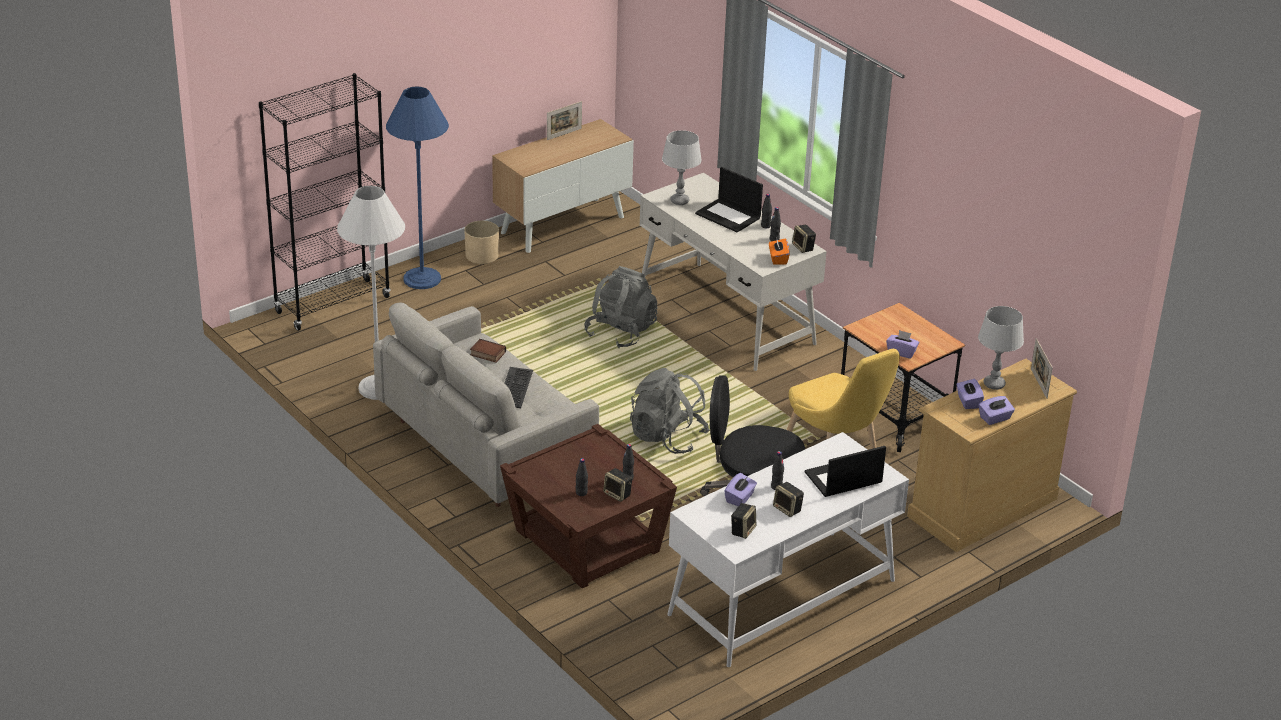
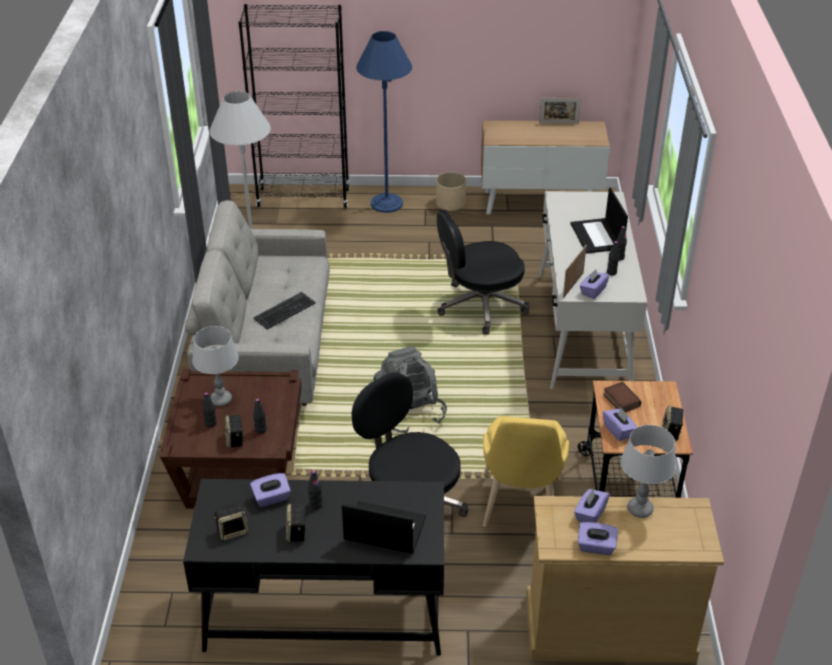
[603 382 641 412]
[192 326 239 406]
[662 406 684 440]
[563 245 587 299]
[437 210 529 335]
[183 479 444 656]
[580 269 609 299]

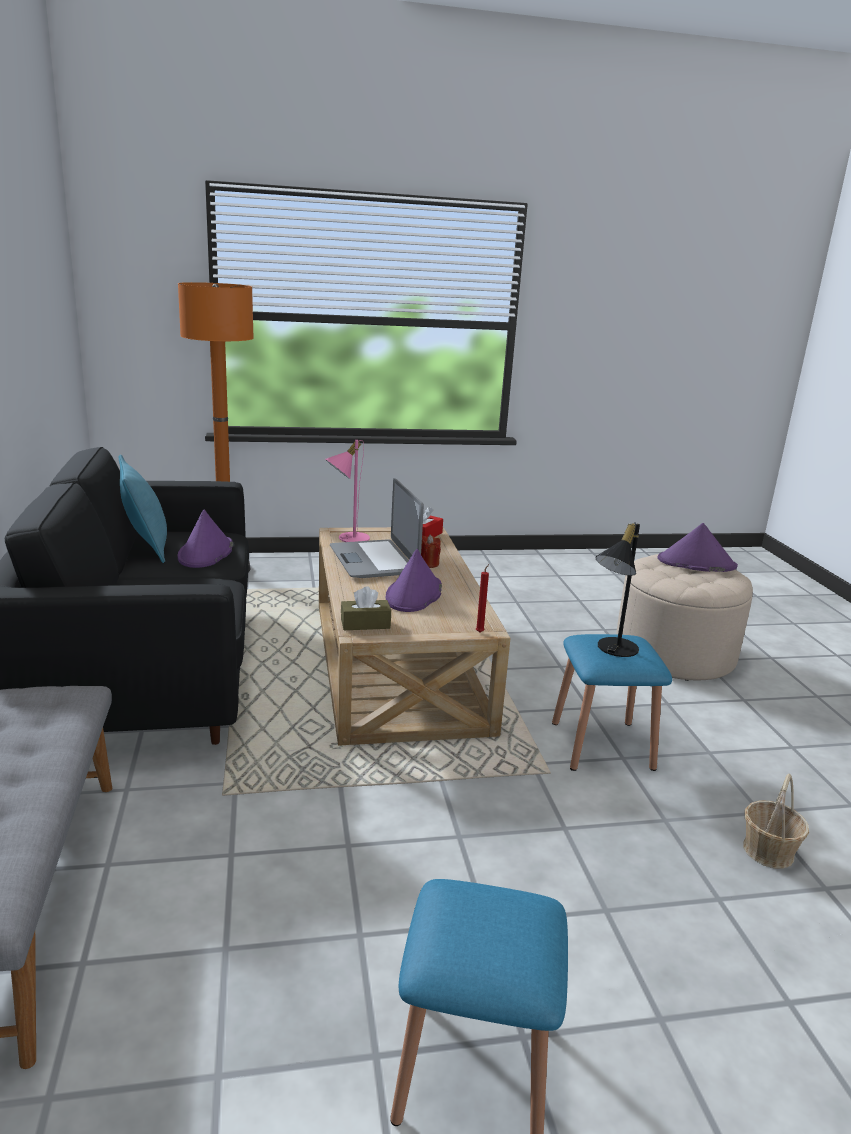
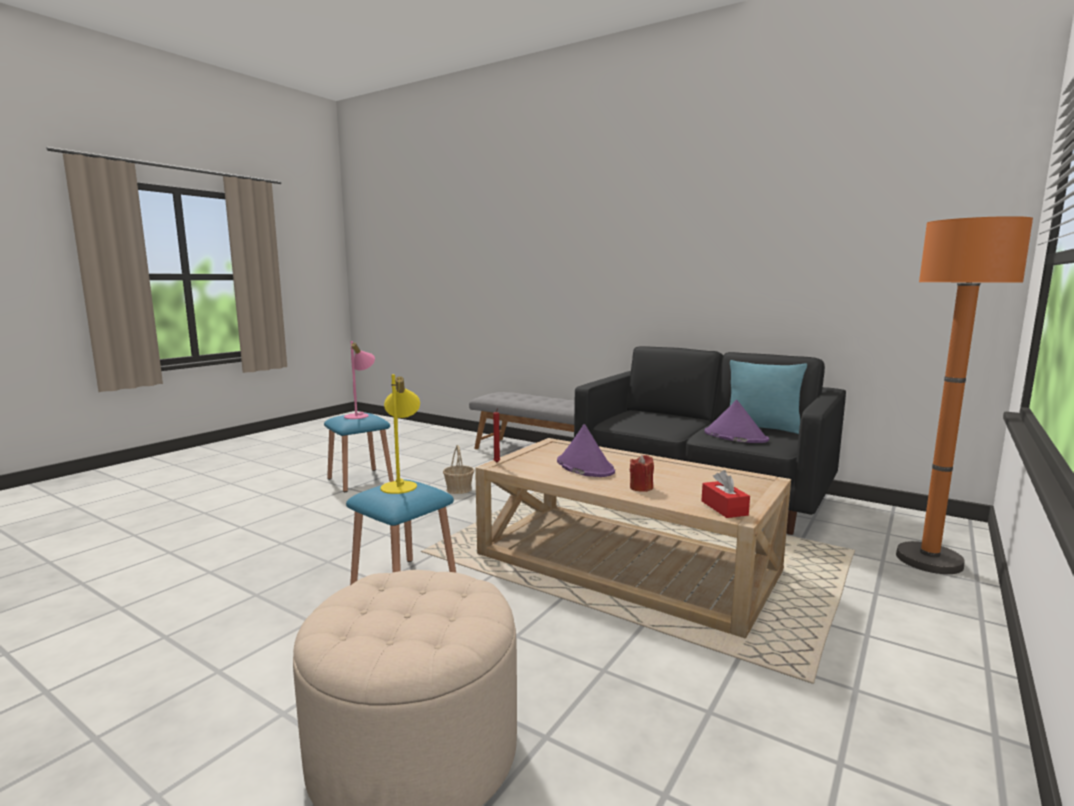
[330 478 424 578] (first image)
[341 586 391 630] (first image)
[658 523 738 572] (first image)
[344 341 375 419]
[443 445 474 494]
[380 374 420 494]

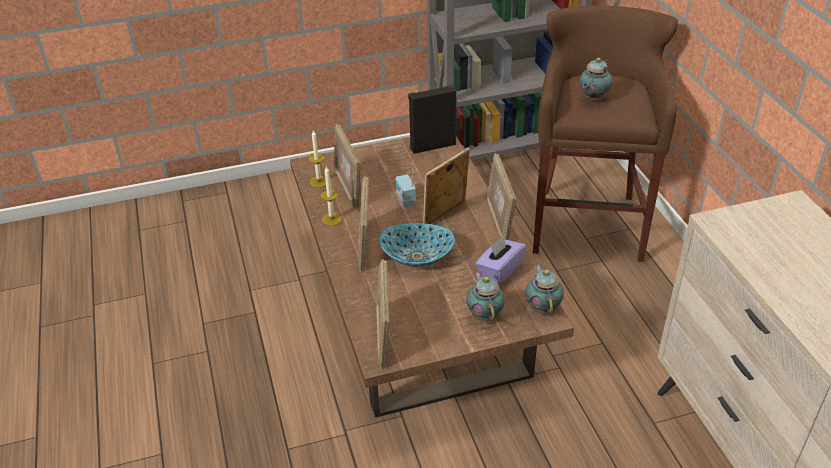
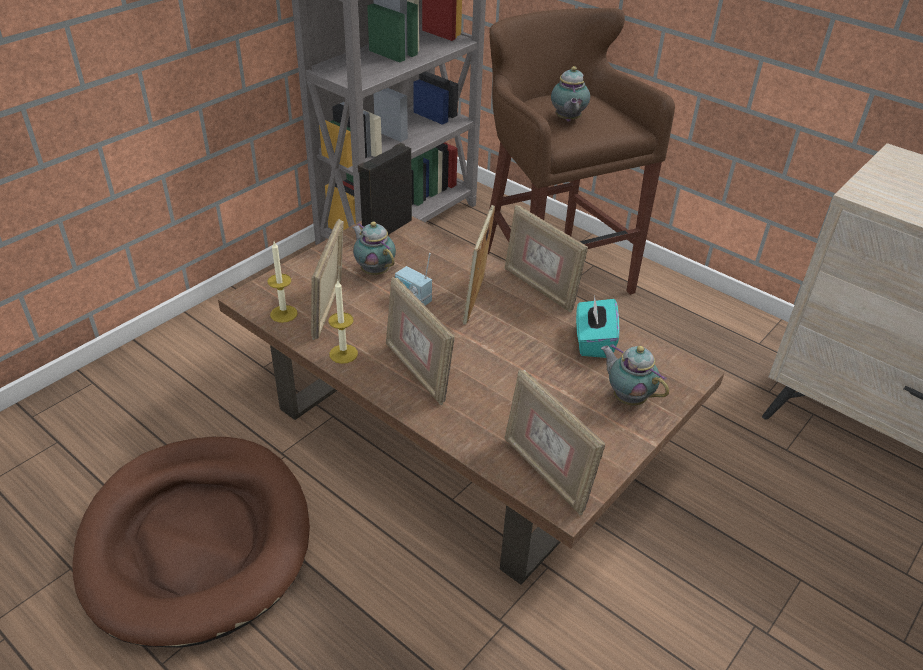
[379 223 455 267] (first image)
[73 437 310 648]
[352 221 396 275]
[576 295 619 358]
[311 219 344 340]

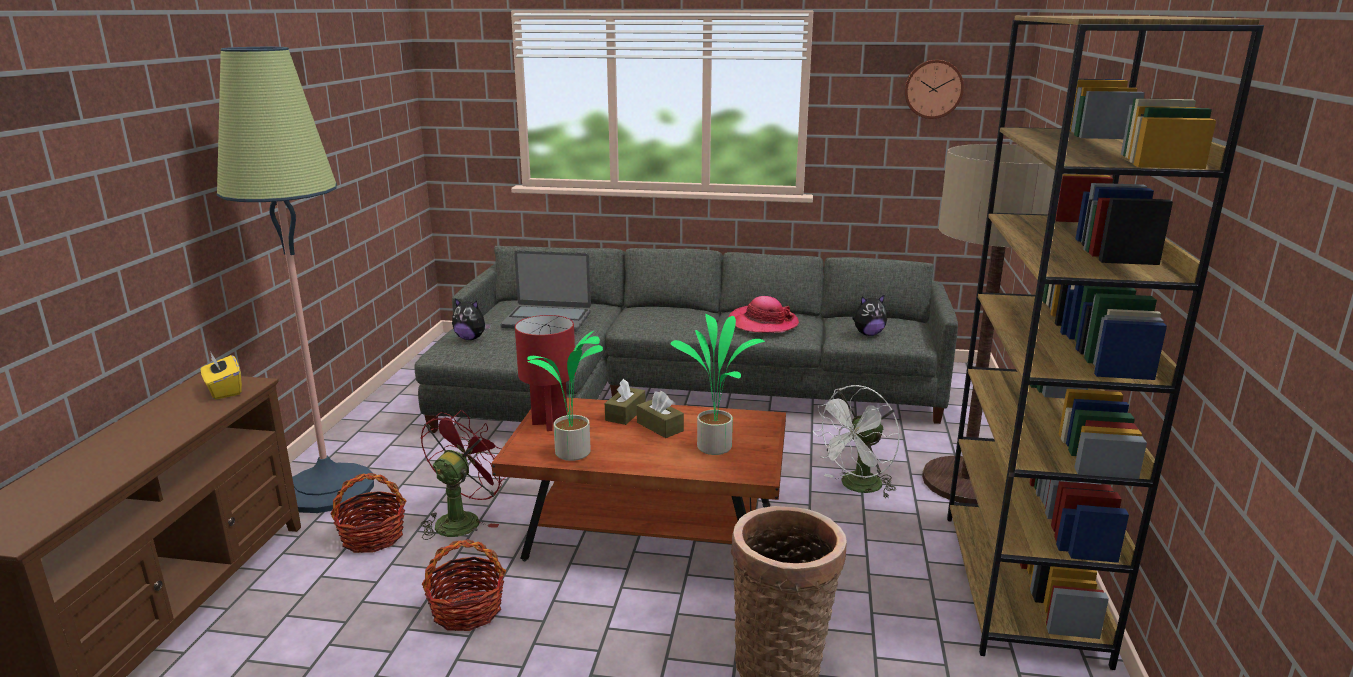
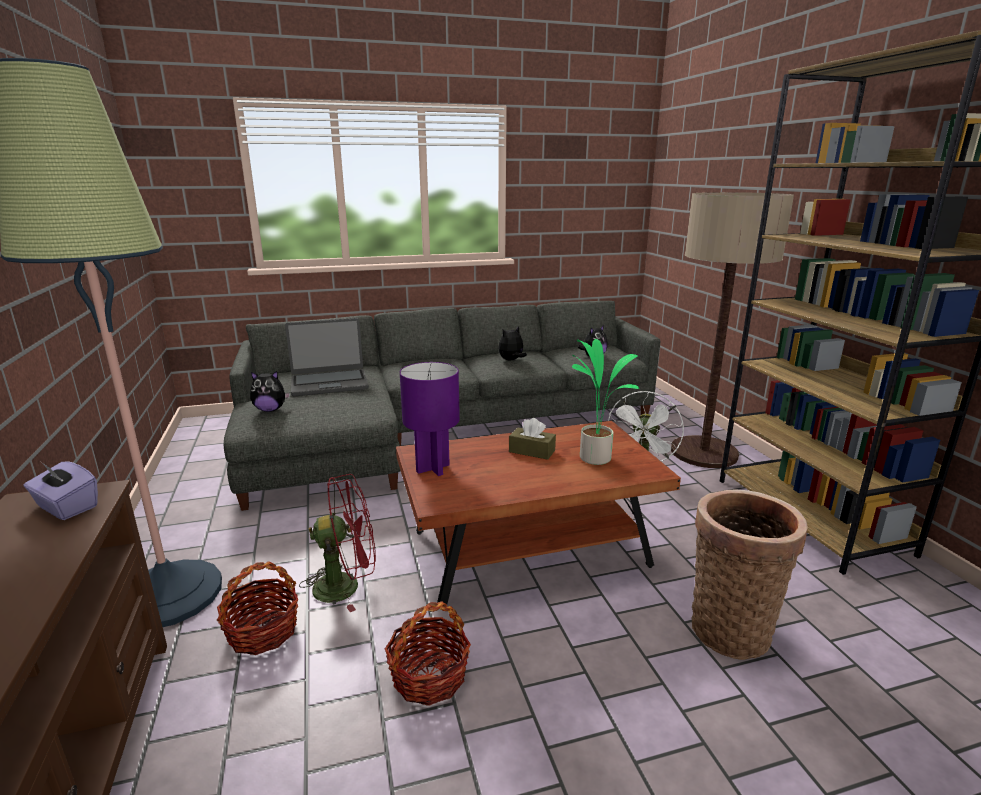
[527 330 603 461] (first image)
[605 379 645 425] (first image)
[904 59 964 119] (first image)
[498 326 527 360]
[24 461 98 520]
[400 362 460 476]
[299 474 376 612]

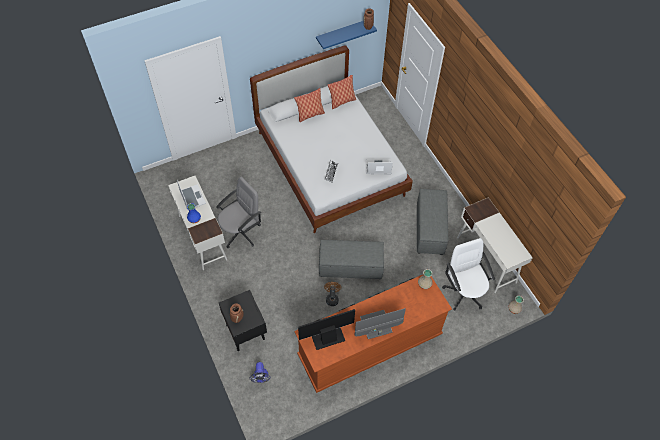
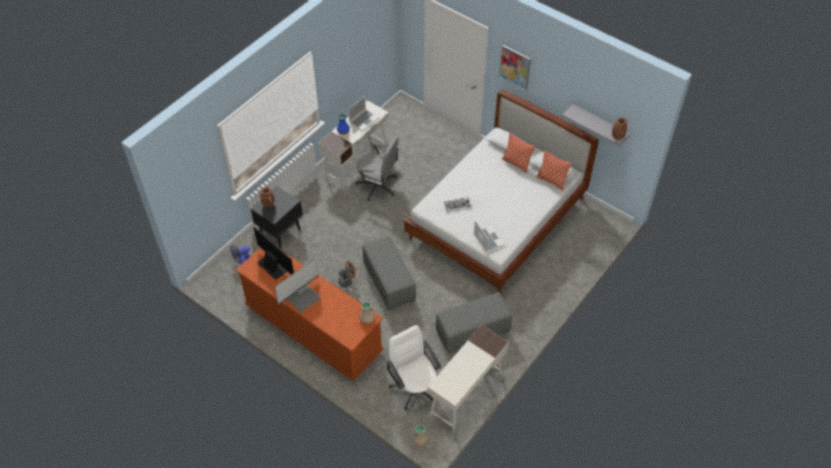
[499 45 531 91]
[562 104 630 146]
[274 258 321 312]
[386 325 441 410]

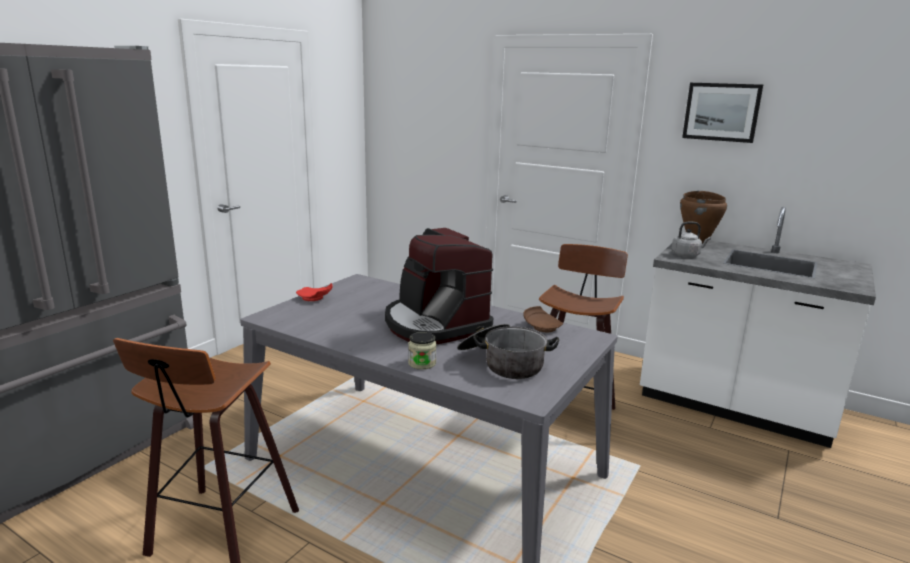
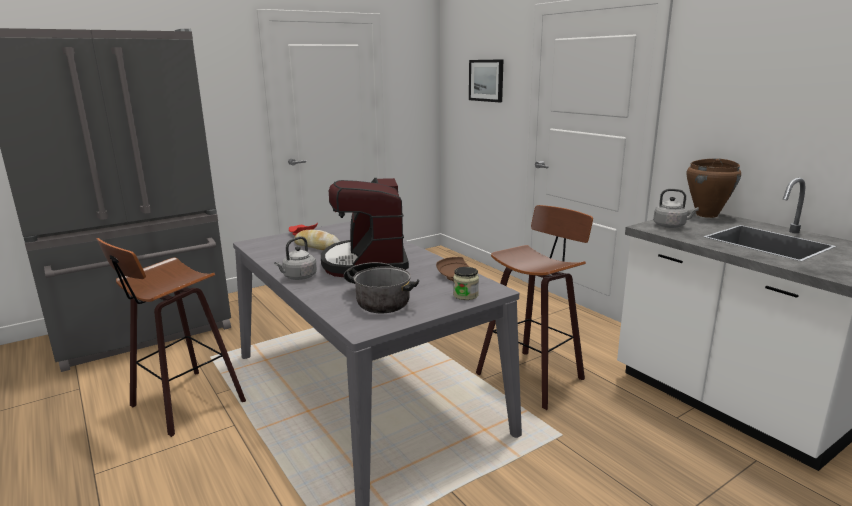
[274 237 317 280]
[294 230 340 250]
[453 267 479 300]
[469 59 503 102]

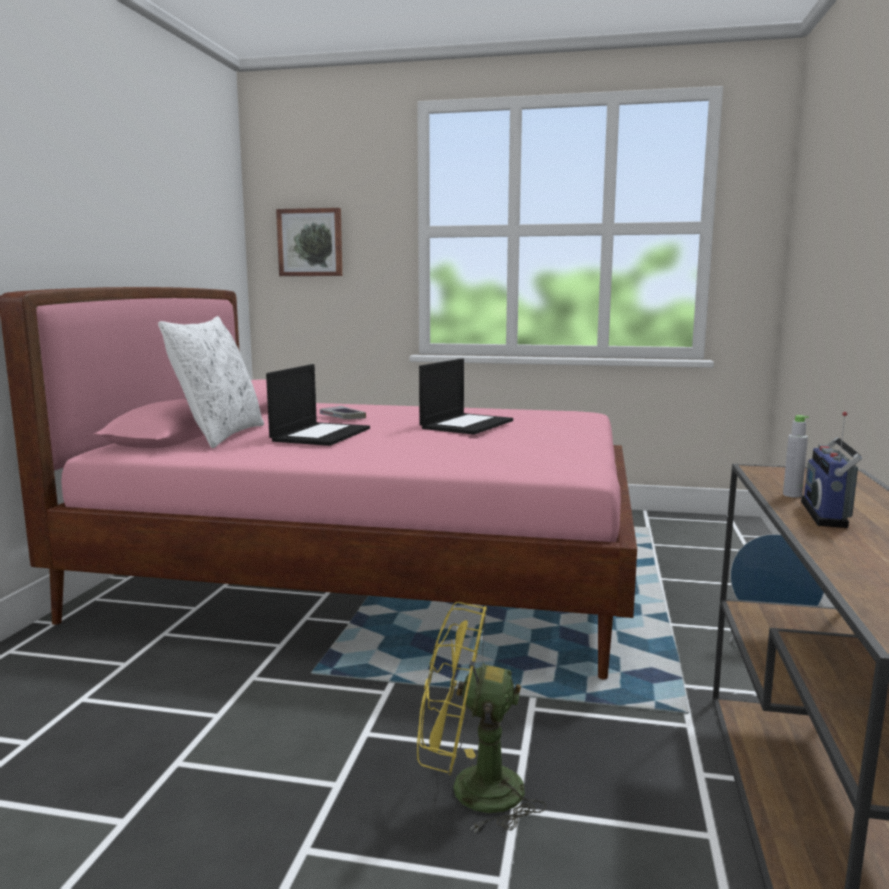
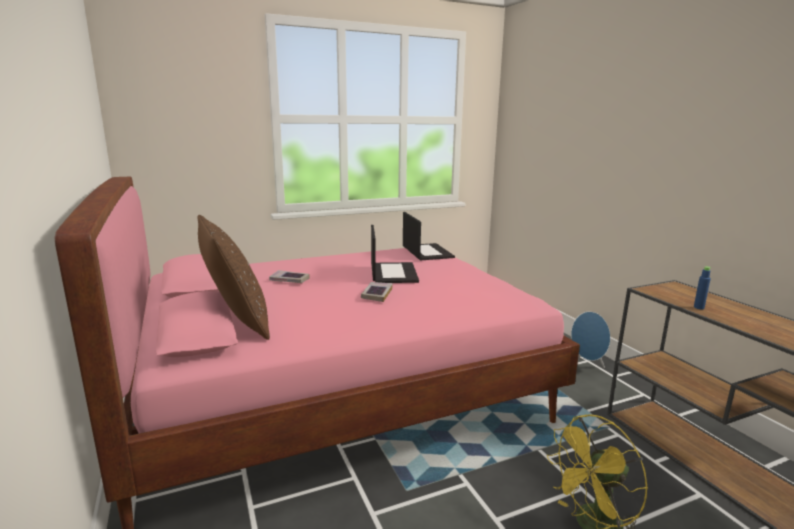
[276 208 342 276] (first image)
[801 412 862 528] (first image)
[361 282 393 302]
[403 212 455 260]
[198 215 270 340]
[694 266 711 309]

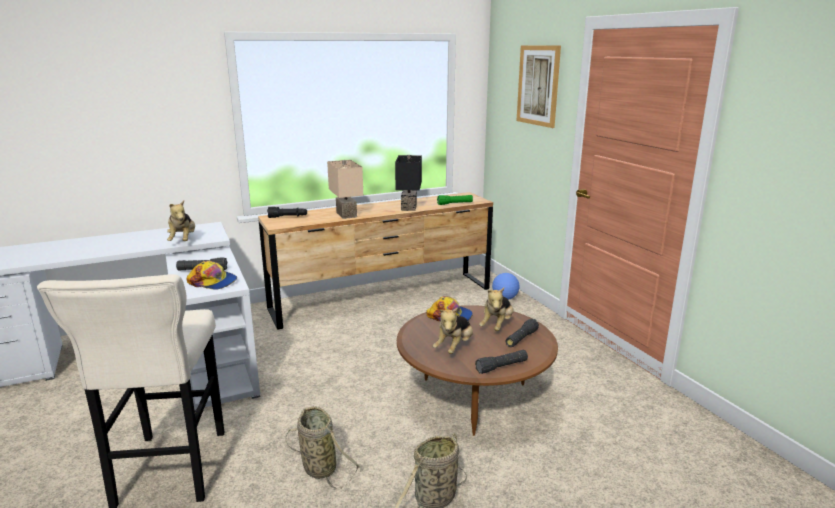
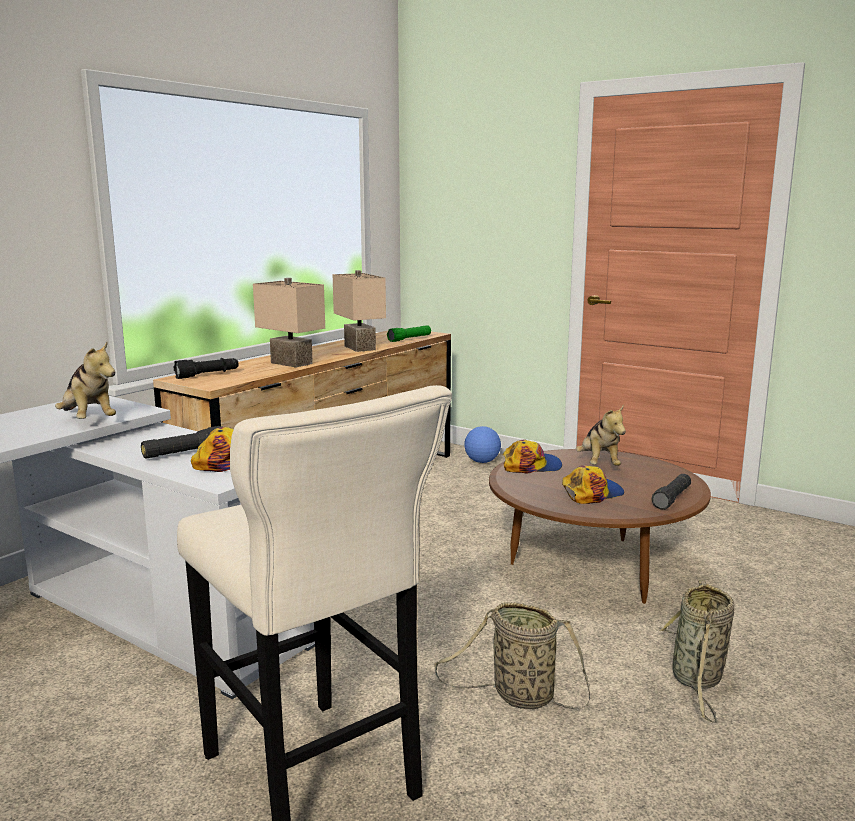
[506 319 539 347] (first image)
[517 46 561 128] (first image)
[562 465 624 504]
[333 270 386 352]

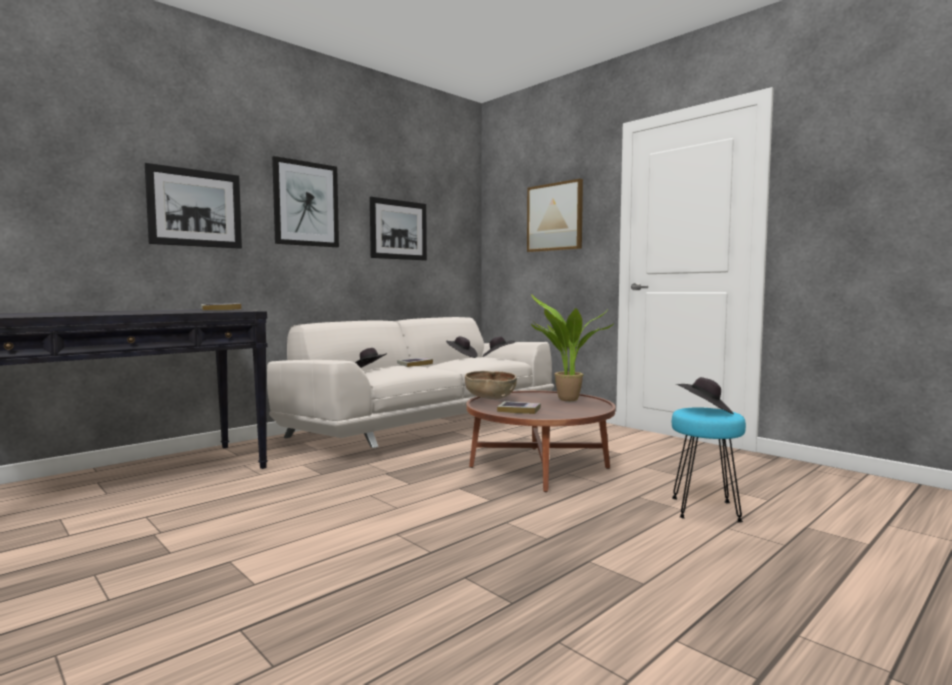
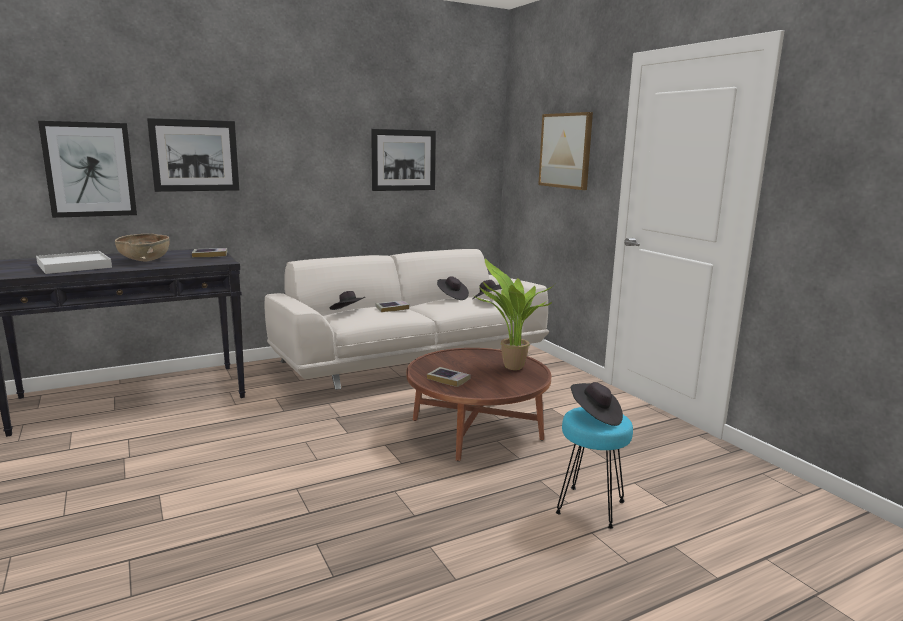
[36 251 112 274]
[38 121 137 218]
[115 234 170 261]

